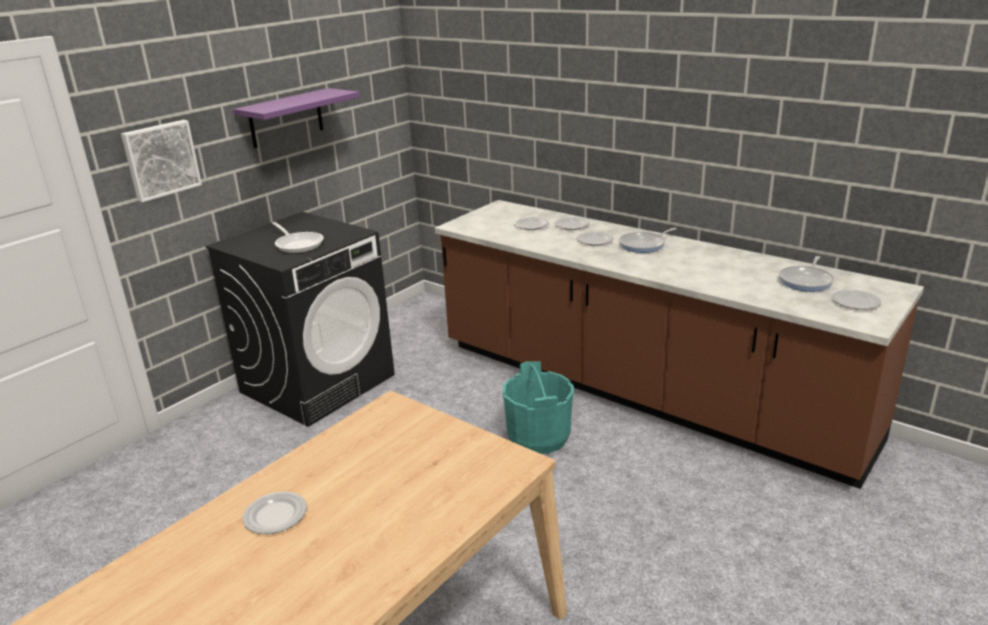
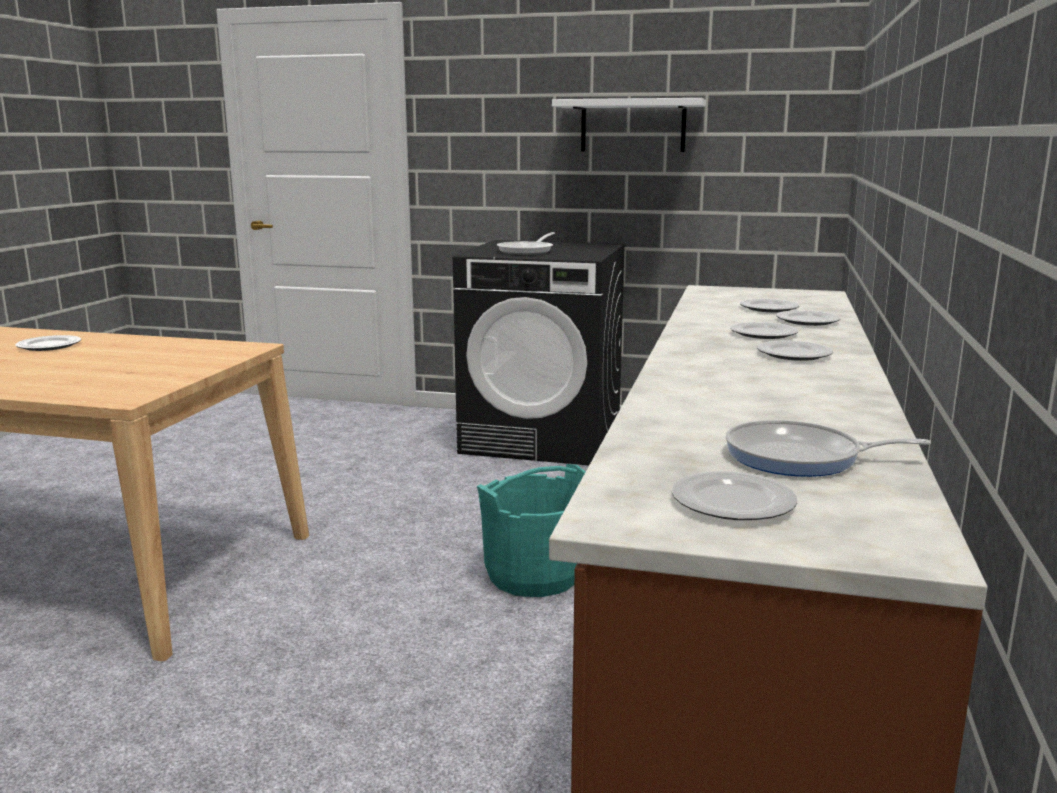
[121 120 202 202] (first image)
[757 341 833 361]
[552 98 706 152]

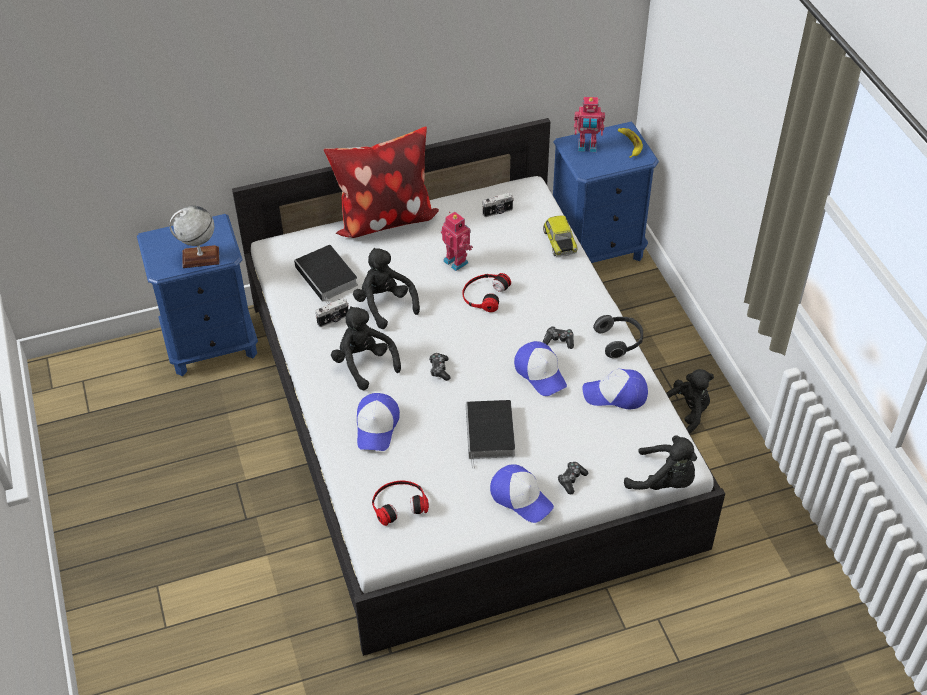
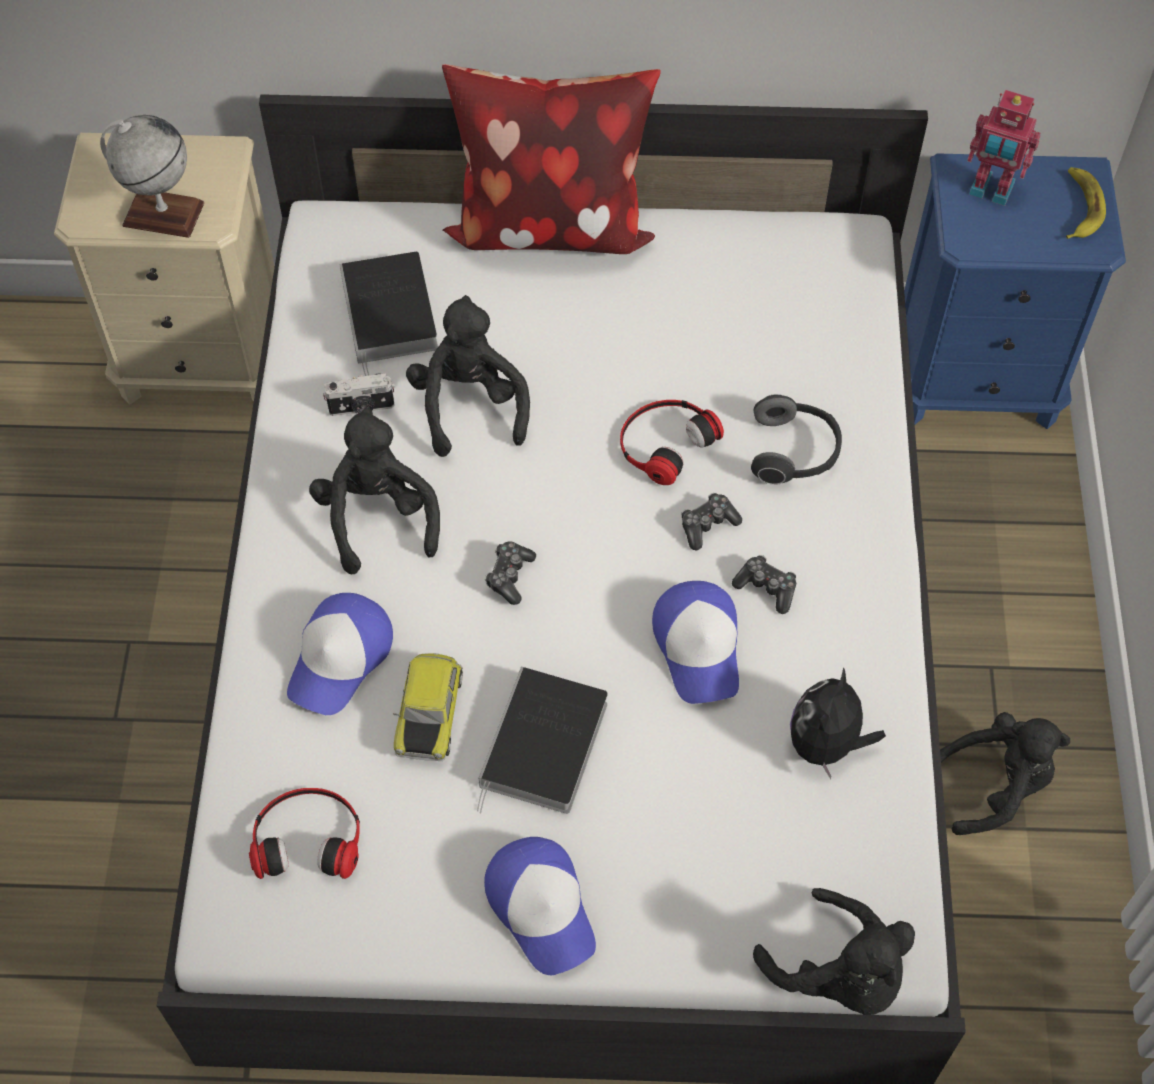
[441 212 473 271] (first image)
[482 192 514 217] (first image)
[393 653 463 761]
[681 493 742 551]
[751 394 842 485]
[790 667 886 779]
[54 133 275 404]

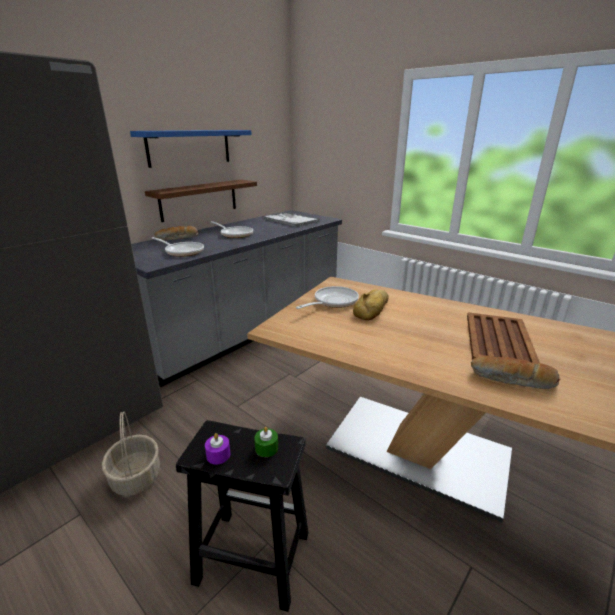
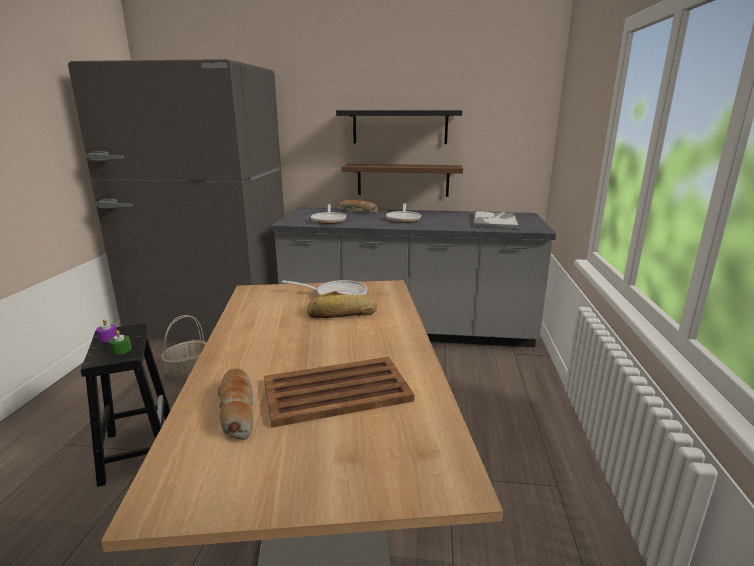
[336 110 462 144]

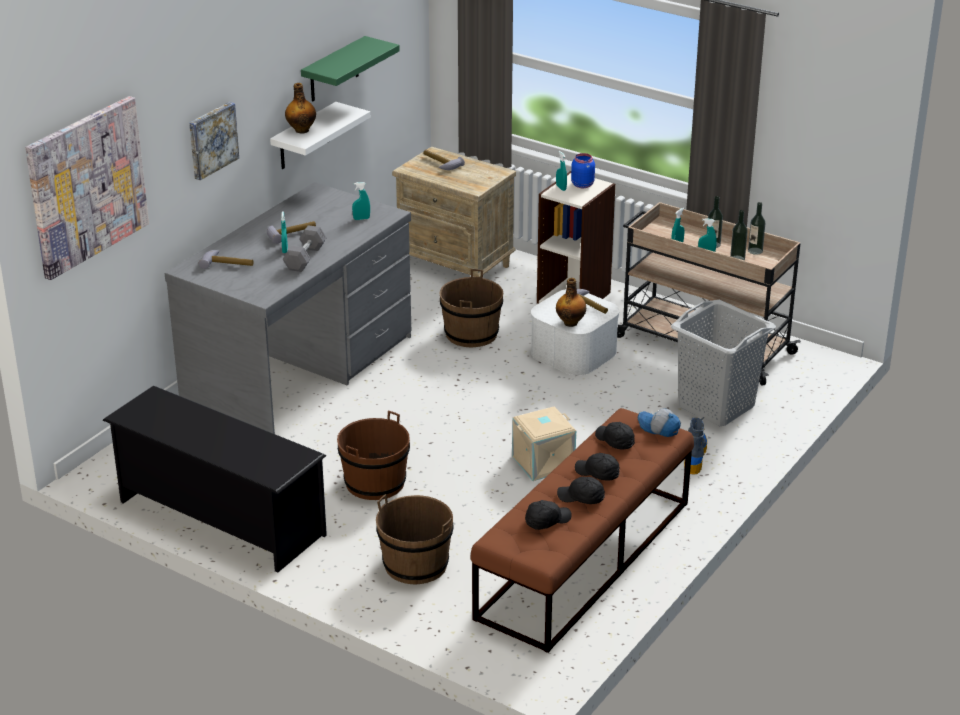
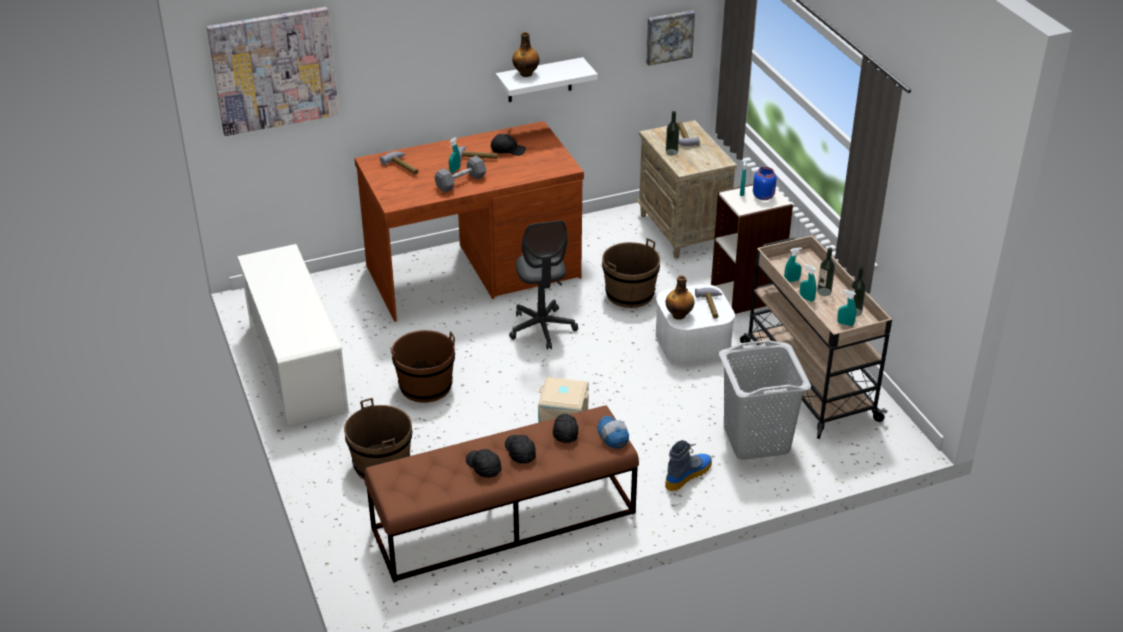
[301 36 400 102] (first image)
[509 220 578 350]
[646 10 695 66]
[837 290 856 326]
[491 134 526 156]
[666 111 679 156]
[237 244 349 425]
[354 121 584 322]

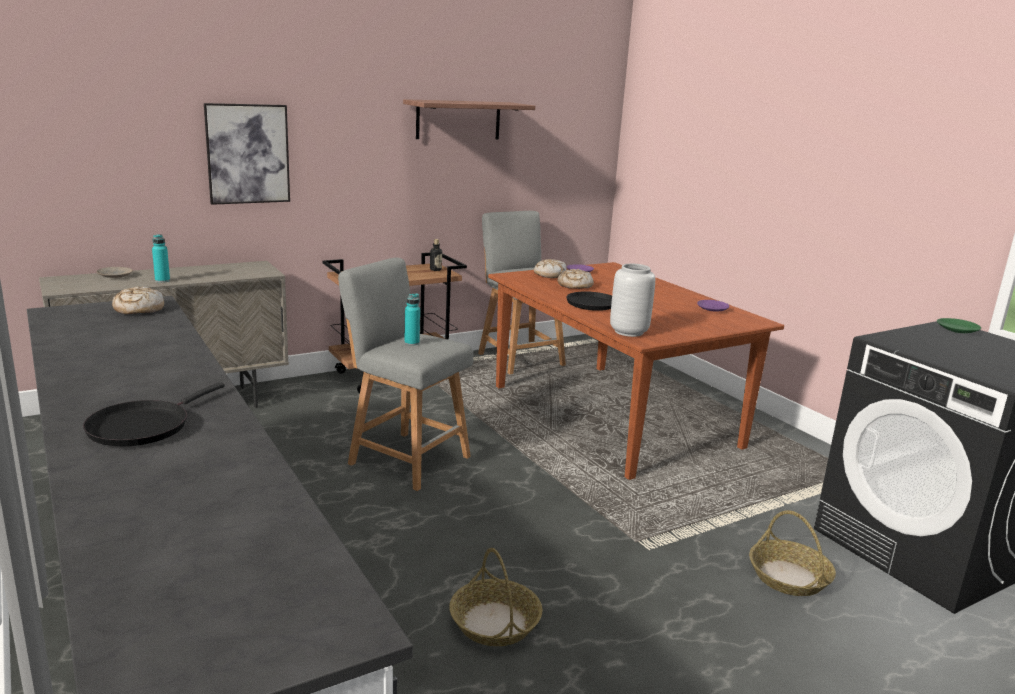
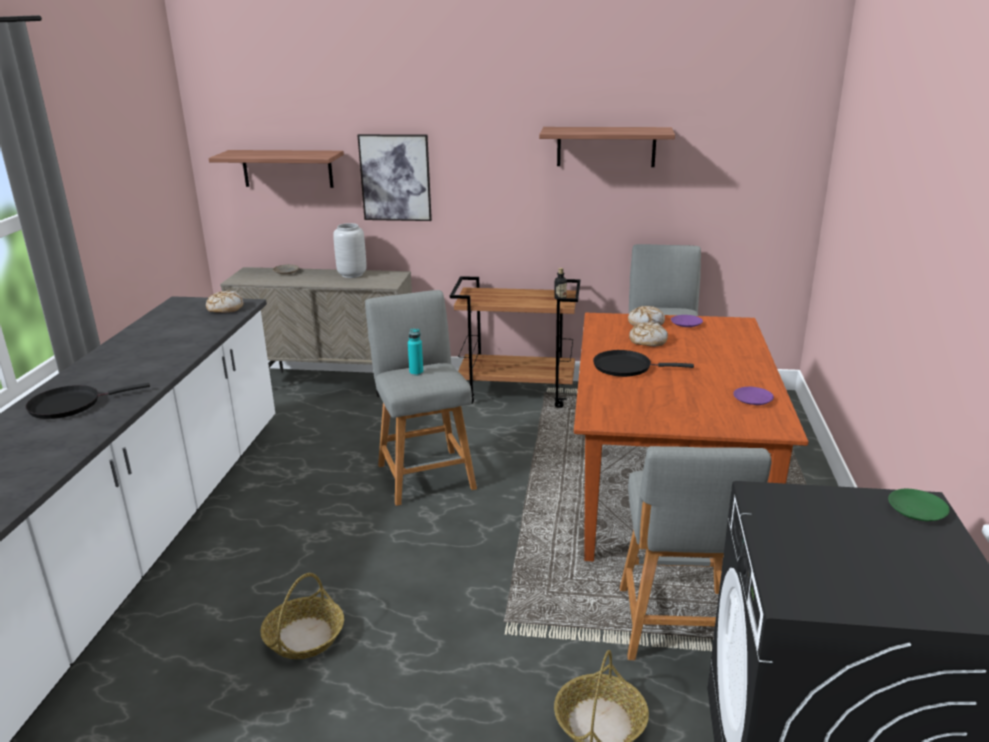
[152 234 170 283] (first image)
[209 150 344 188]
[620 446 772 660]
[333 223 367 278]

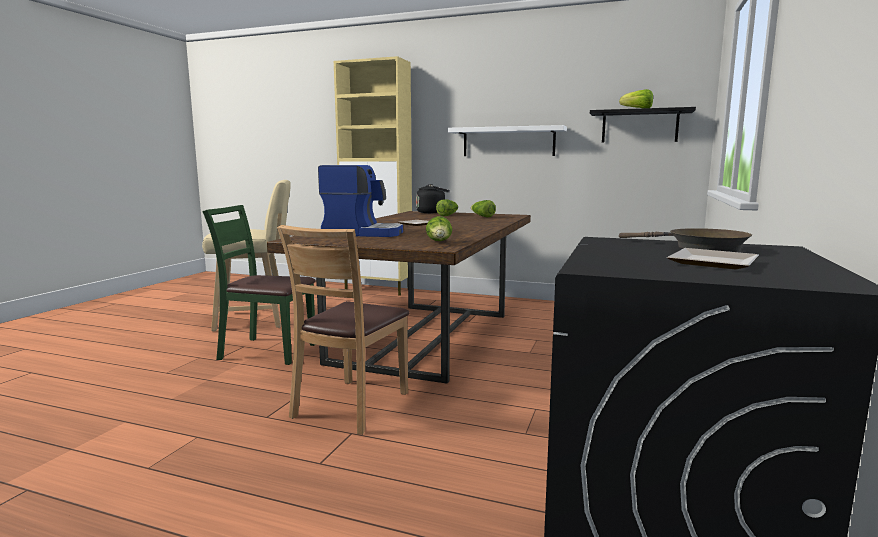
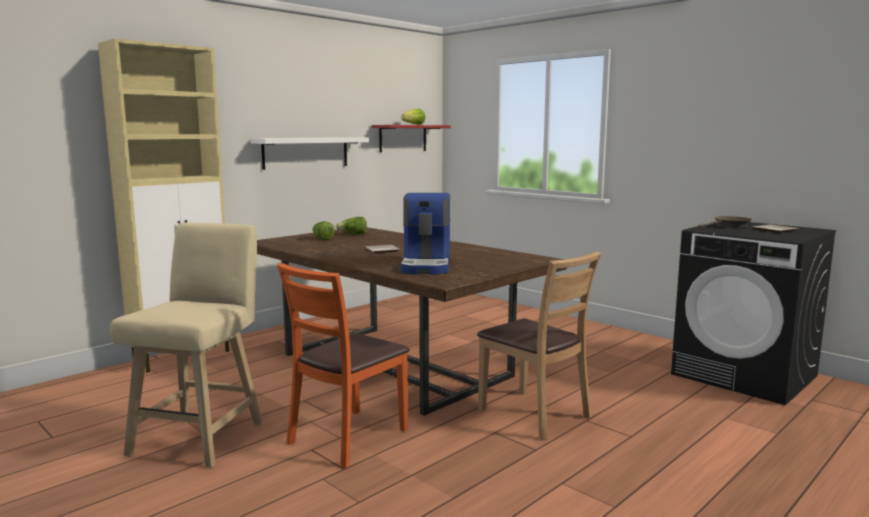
[416 184 450 213] (first image)
[426 216 452 241] (first image)
[277 263 410 468]
[372 125 451 152]
[401 193 450 275]

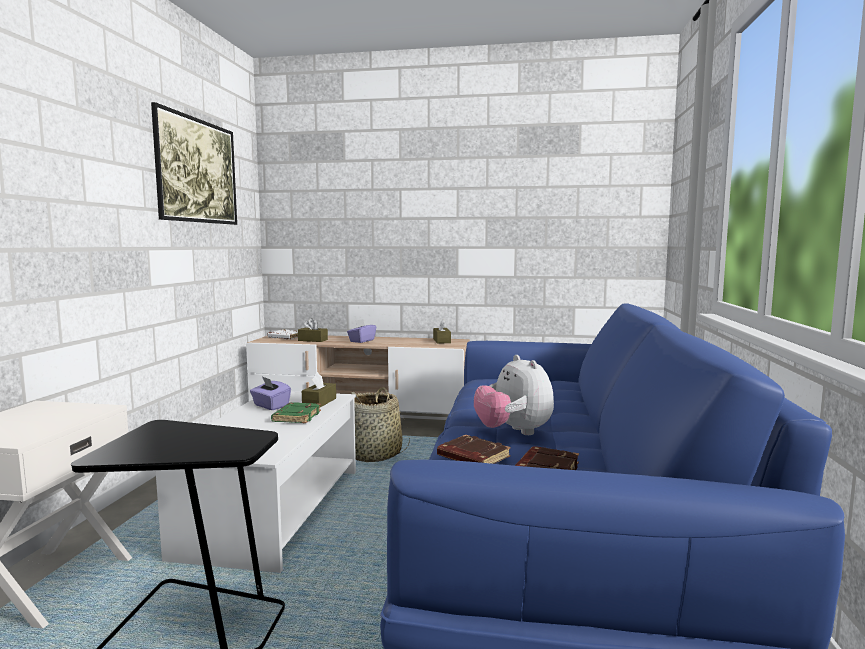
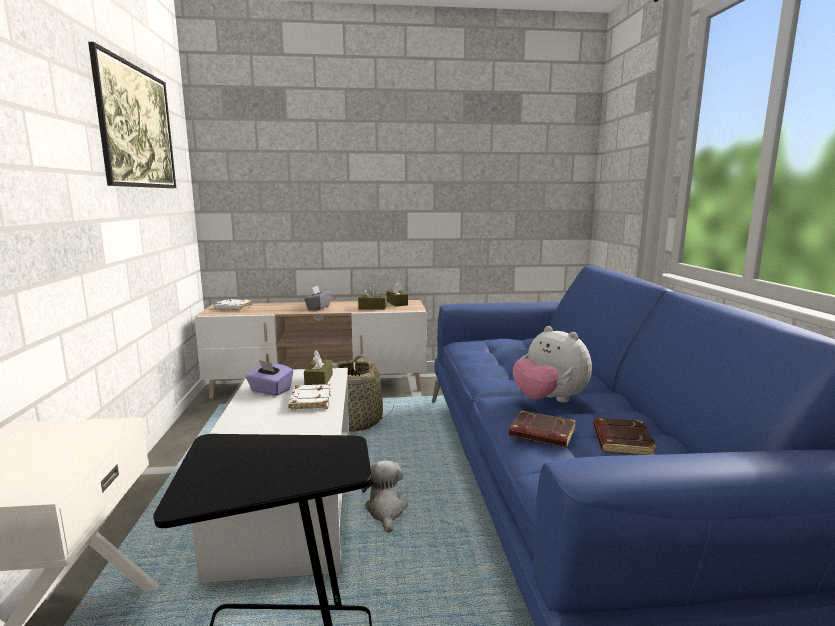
[361 460 408 533]
[358 286 387 310]
[288 384 331 410]
[304 286 331 310]

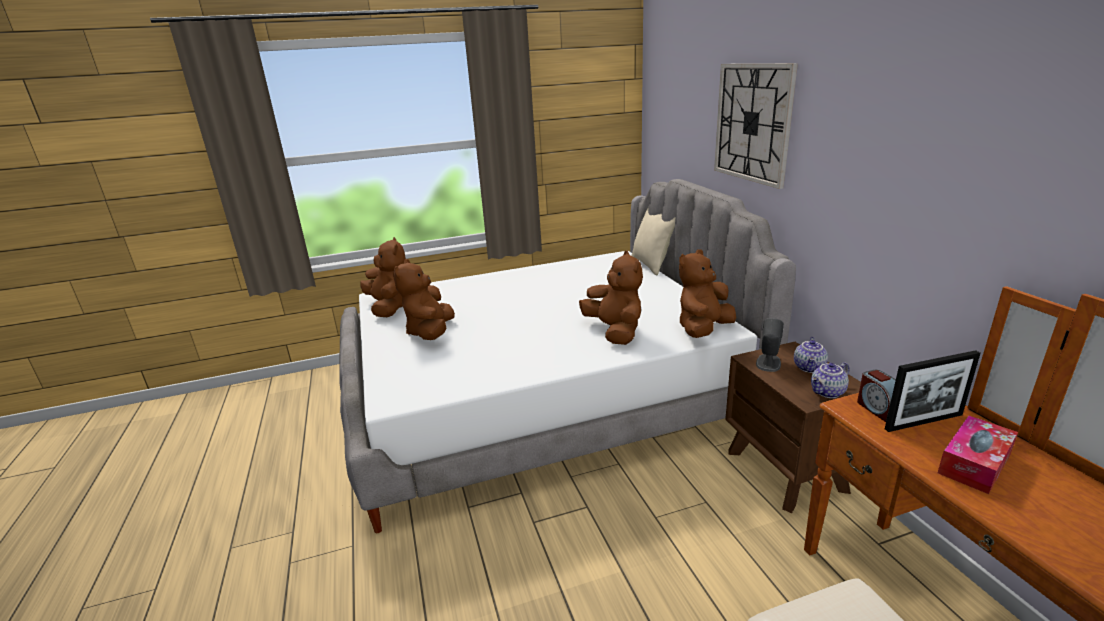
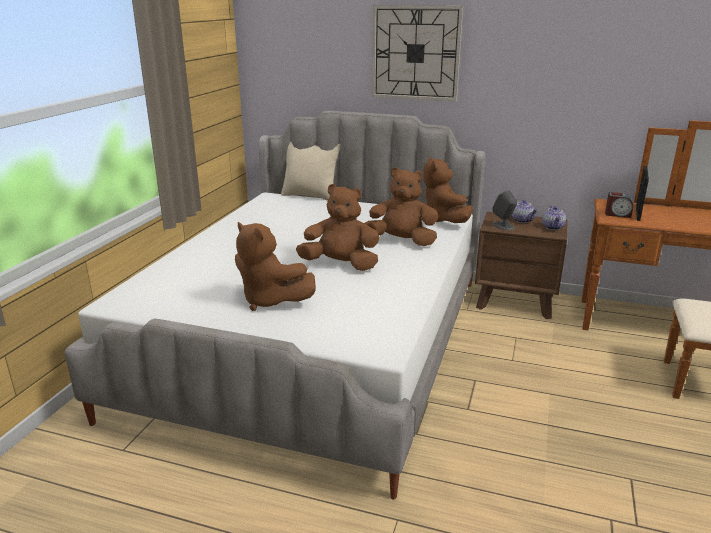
[938 416 1018 494] (first image)
[296 184 380 271]

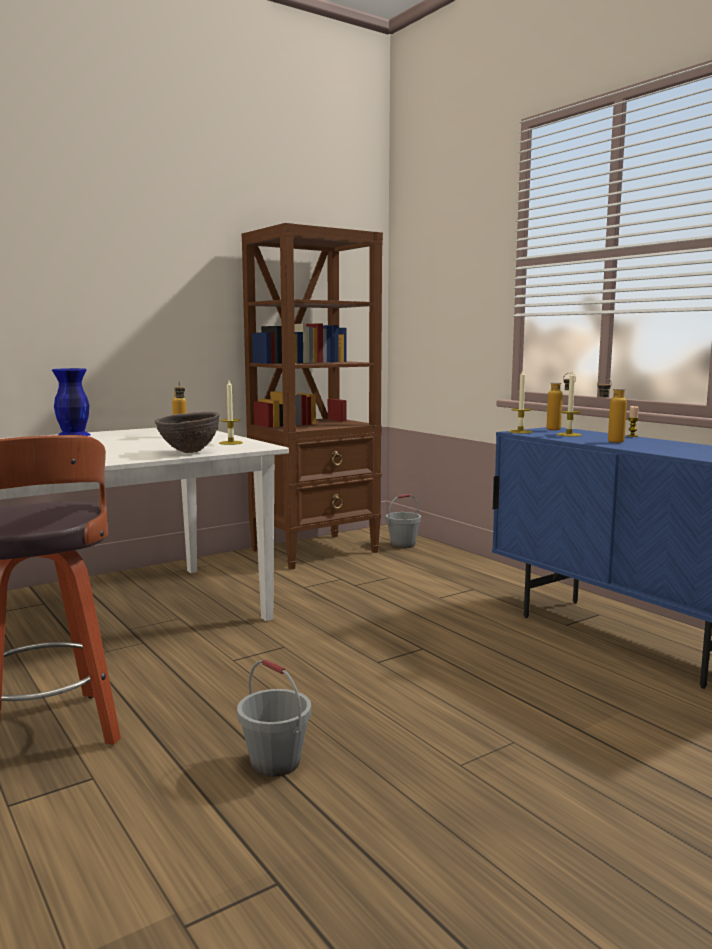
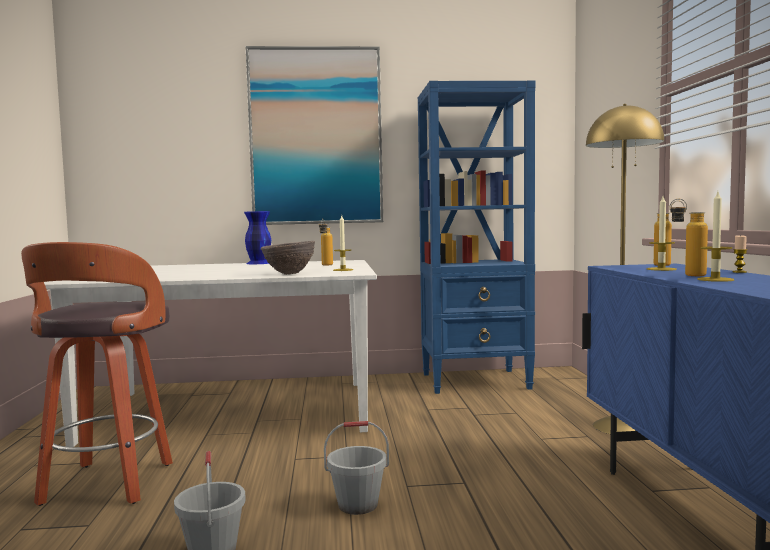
[246 46 383 225]
[586 104 664 434]
[324 421 389 515]
[697 192 734 282]
[418 80 535 394]

